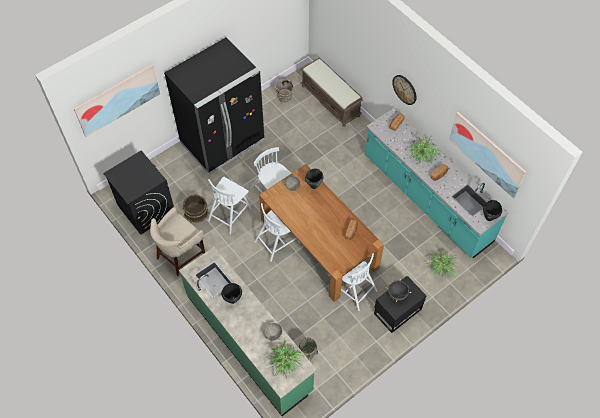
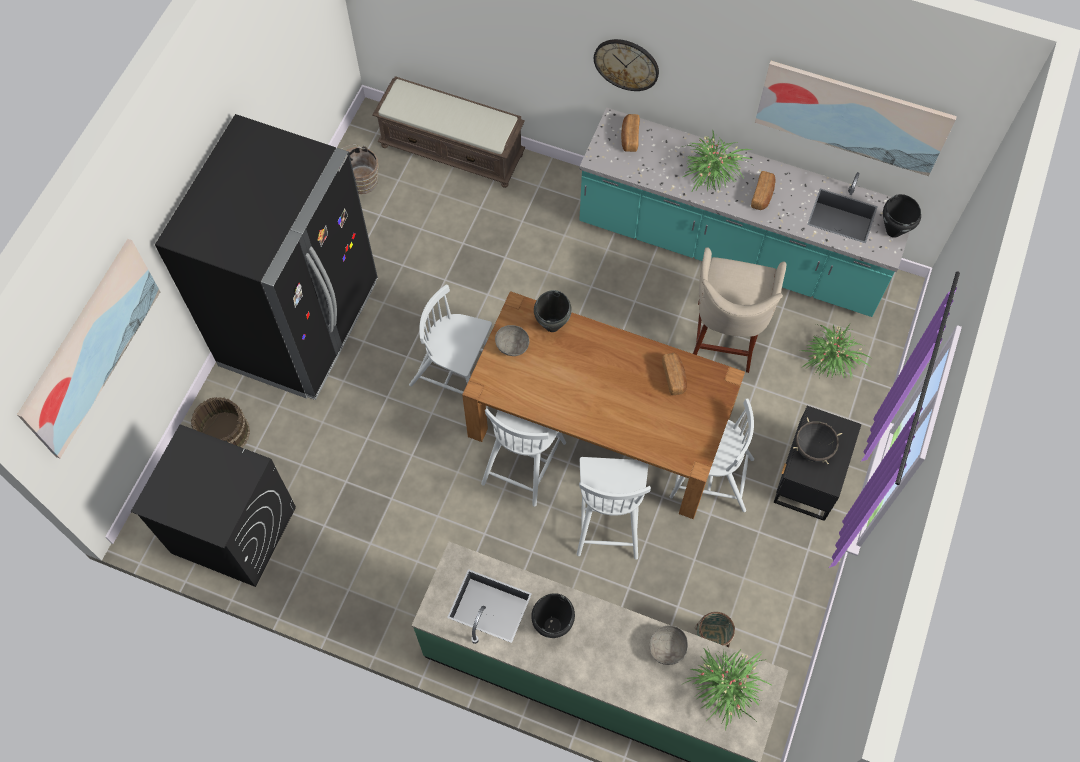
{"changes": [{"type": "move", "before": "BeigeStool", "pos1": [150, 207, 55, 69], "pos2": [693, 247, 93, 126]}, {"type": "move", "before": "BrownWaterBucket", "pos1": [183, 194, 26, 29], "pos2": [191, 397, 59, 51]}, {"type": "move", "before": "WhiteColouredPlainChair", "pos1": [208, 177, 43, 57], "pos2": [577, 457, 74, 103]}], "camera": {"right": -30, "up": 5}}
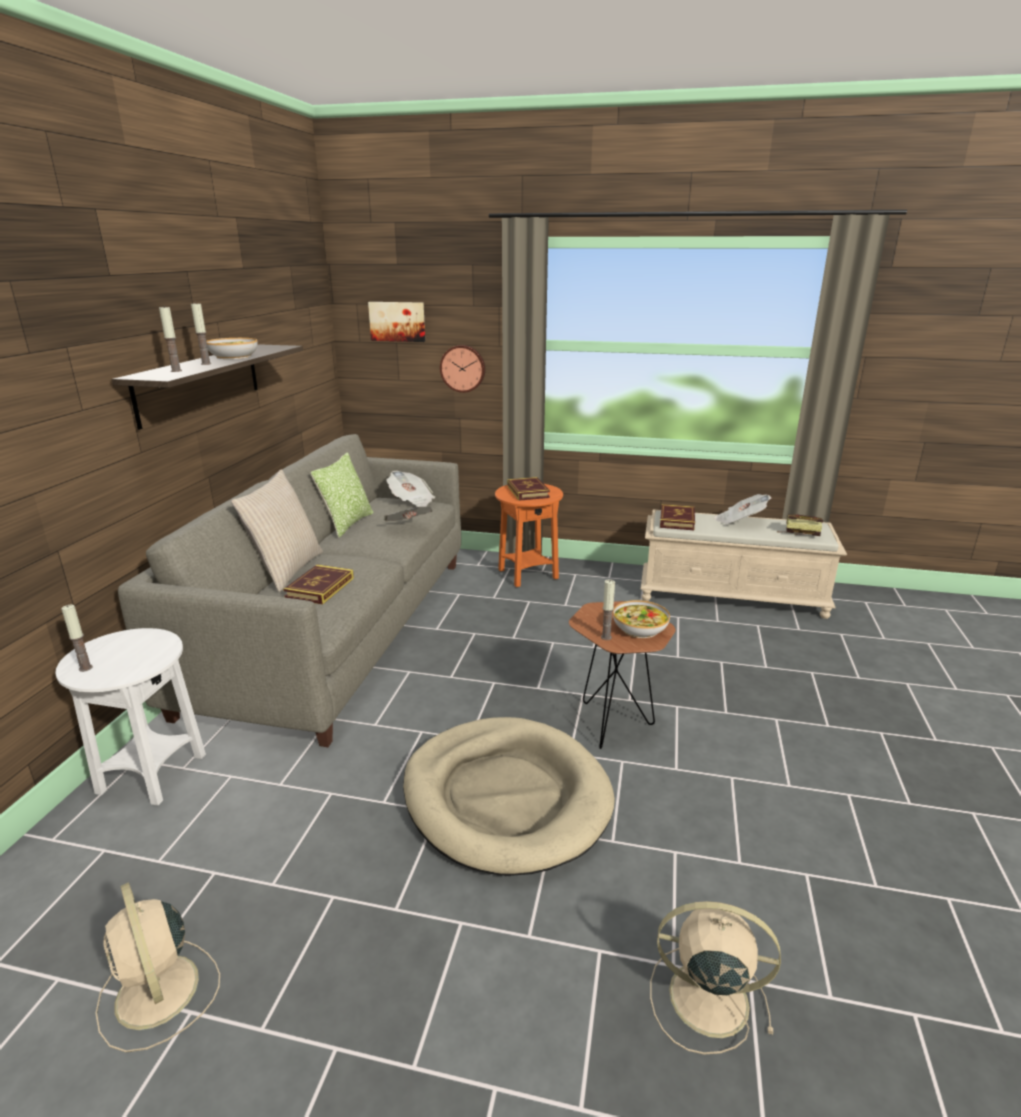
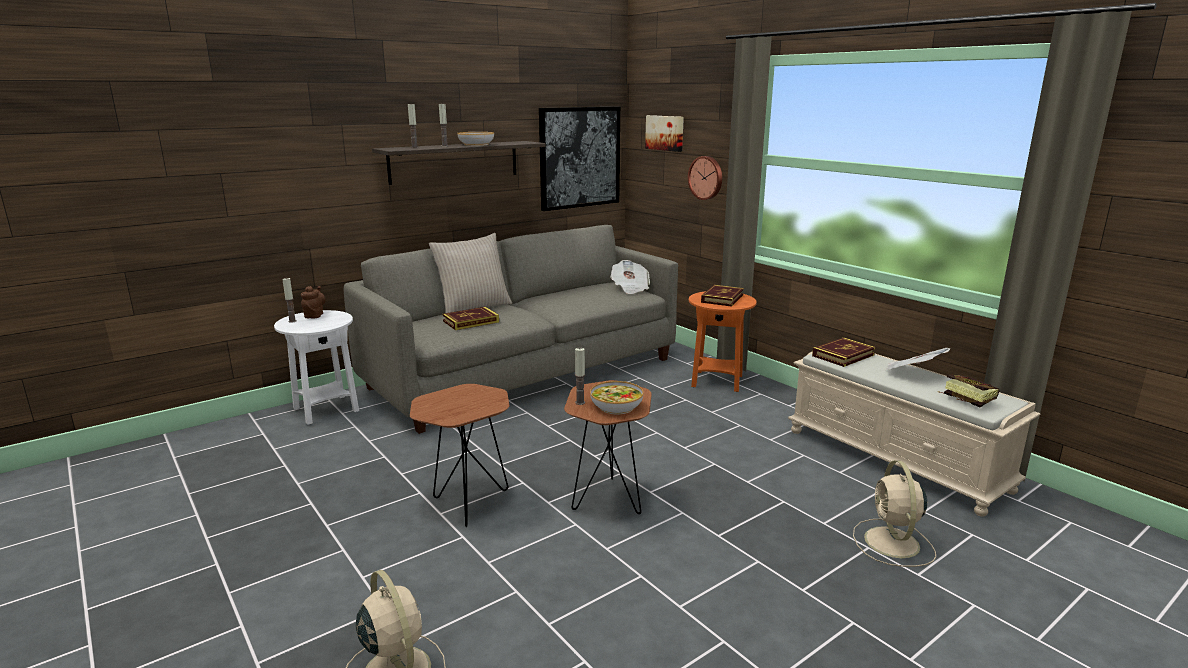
{"changes": [{"type": "delete", "before": "Cushion", "pos1": [310, 452, 63, 86]}, {"type": "delete", "before": "Newspaper", "pos1": [384, 507, 48, 14]}, {"type": "insert", "after": "BrownPotForTea", "pos2": [301, 286, 25, 32]}, {"type": "insert", "after": "Picture", "pos2": [539, 107, 81, 104]}, {"type": "move", "before": "BeigeFan", "pos1": [96, 882, 124, 171], "pos2": [853, 460, 83, 107]}, {"type": "replace", "before": "BeigeDogBed", "after": "BrownAccentTable", "pos1": [403, 717, 212, 159], "pos2": [410, 384, 100, 143]}], "camera": {"right": 40, "up": -5}}
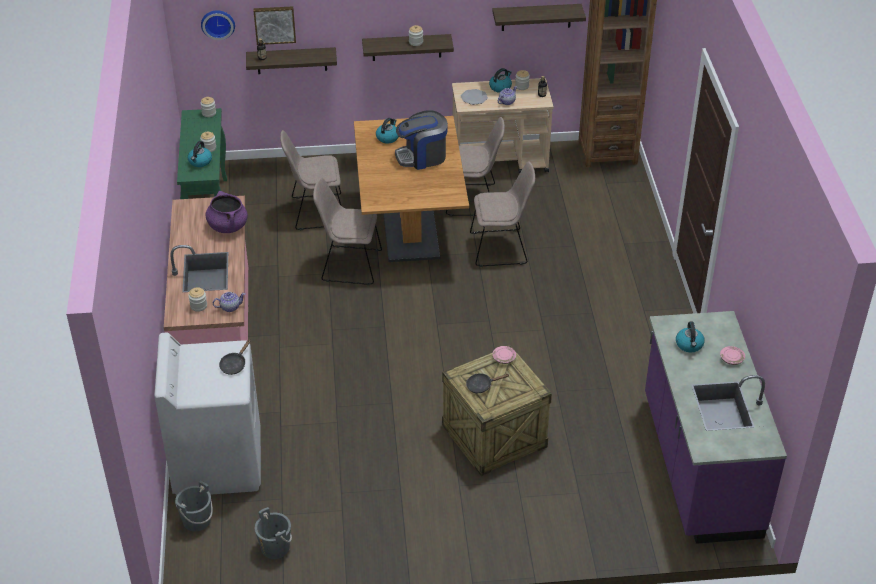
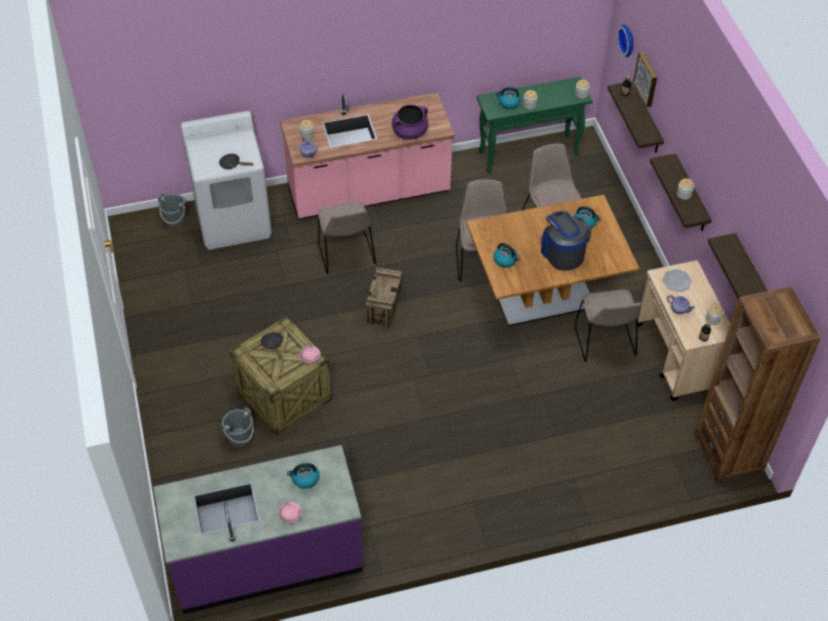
{"changes": [{"type": "insert", "after": "PackingCrate", "pos2": [365, 267, 38, 61]}, {"type": "move", "before": "GrayWaterBucket", "pos1": [255, 507, 37, 52], "pos2": [221, 407, 33, 40]}, {"type": "move", "before": "BeigePlainChair", "pos1": [470, 161, 65, 106], "pos2": [318, 202, 58, 72]}, {"type": "move", "before": "Kettle", "pos1": [489, 68, 23, 25], "pos2": [493, 243, 27, 25]}], "camera": {"right": 80, "up": 10}}
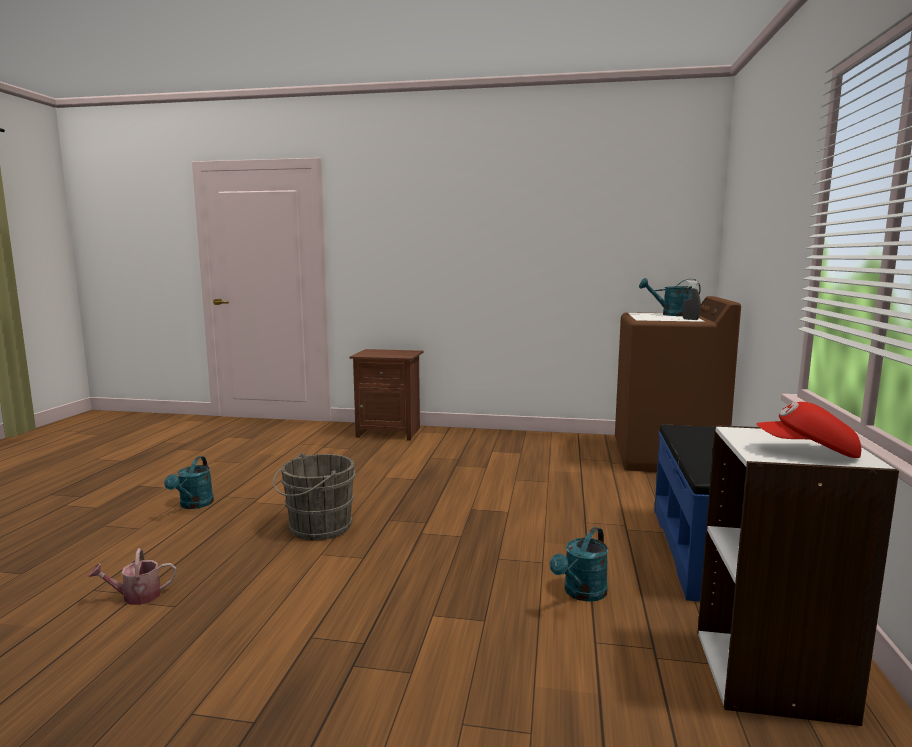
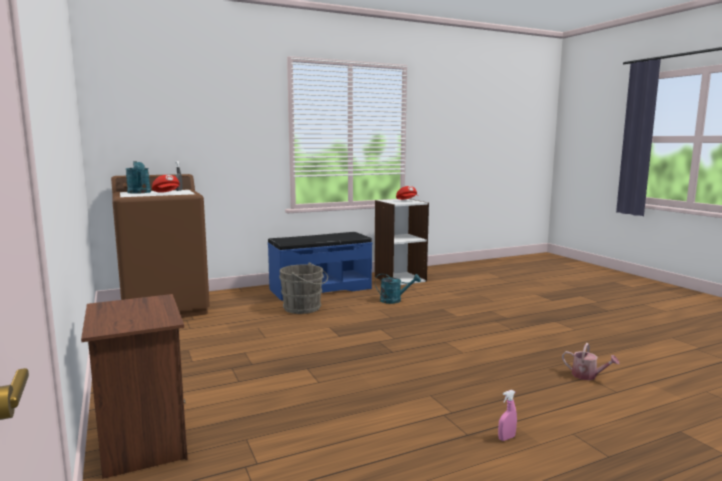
{"changes": [{"type": "insert", "after": "RedColouredCap", "pos2": [152, 175, 28, 18]}, {"type": "move", "before": "GrayWaterBucket", "pos1": [273, 452, 83, 89], "pos2": [279, 263, 49, 51]}, {"type": "replace", "before": "TurquoiseWateringPot", "after": "PinkHandSprayer", "pos1": [164, 456, 50, 53], "pos2": [498, 390, 19, 51]}], "camera": {"right": -125, "up": 0}}
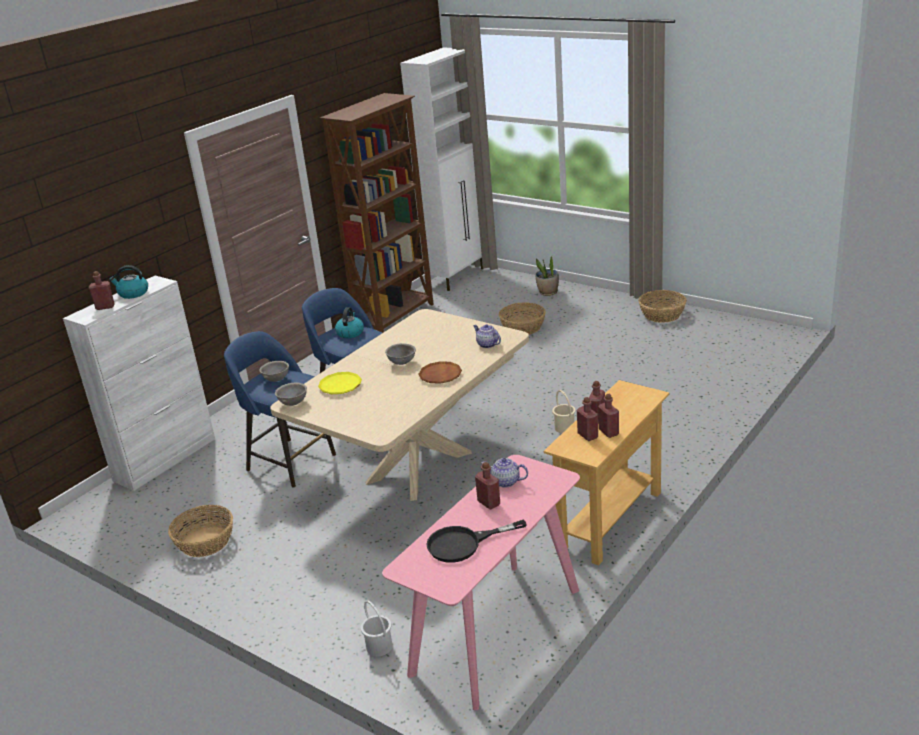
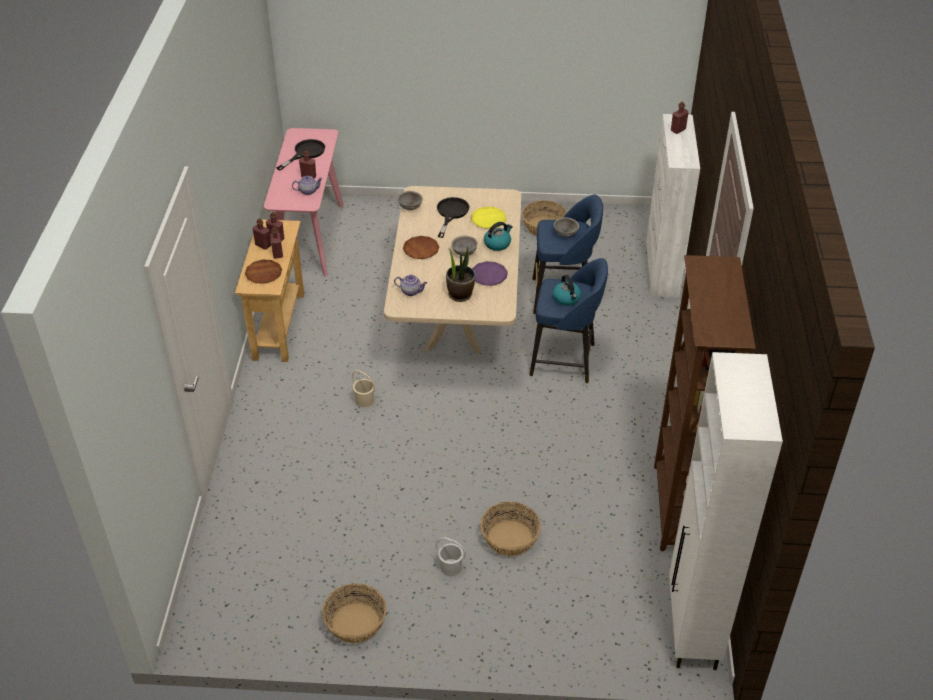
{"changes": [{"type": "insert", "after": "BrownDinnerPlate", "pos2": [245, 260, 37, 24]}, {"type": "insert", "after": "BlackColouredFryingPan", "pos2": [437, 197, 33, 41]}, {"type": "insert", "after": "PurpleColouredDinnerPlate", "pos2": [472, 261, 36, 25]}, {"type": "move", "before": "Kettle", "pos1": [109, 265, 39, 34], "pos2": [484, 222, 28, 29]}, {"type": "move", "before": "GrayServingBowl", "pos1": [275, 382, 32, 24], "pos2": [397, 191, 26, 19]}, {"type": "move", "before": "WhiteColouredWaterBucket", "pos1": [361, 601, 31, 56], "pos2": [436, 537, 30, 39]}, {"type": "move", "before": "Houseplant", "pos1": [535, 256, 24, 40], "pos2": [446, 246, 29, 56]}], "camera": {"right": 145, "up": 15}}
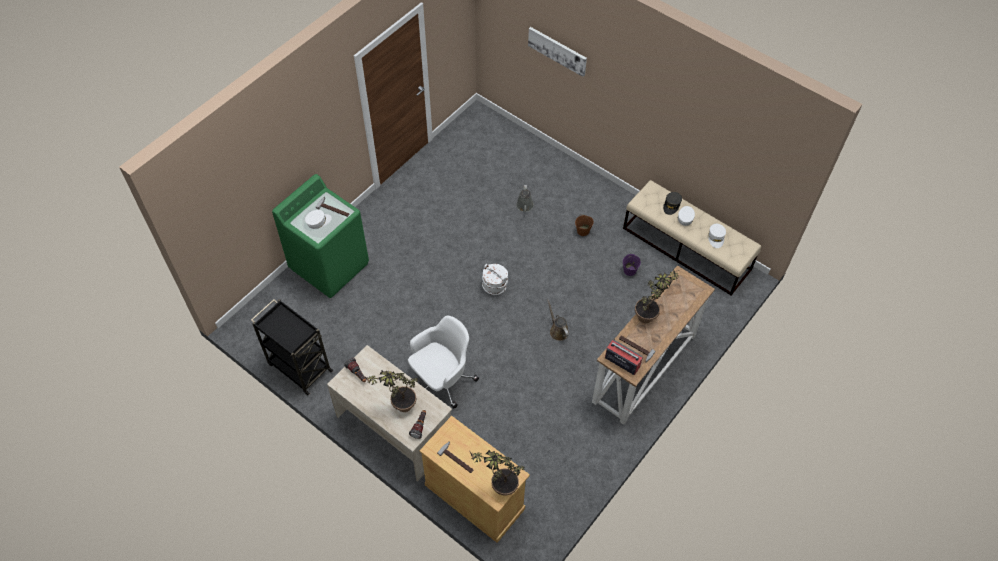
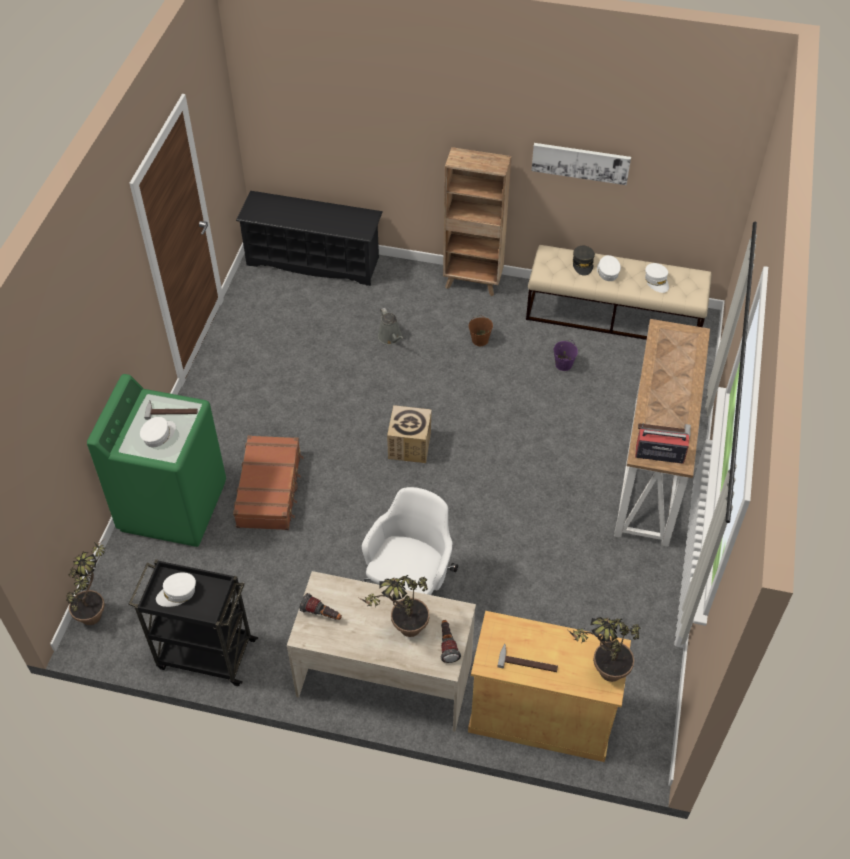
{"changes": [{"type": "delete", "before": "BrownWateringPot", "pos1": [547, 299, 22, 42]}, {"type": "insert", "after": "WhiteColouredCap", "pos2": [156, 572, 40, 35]}, {"type": "insert", "after": "BrownSuitcase", "pos2": [233, 435, 71, 95]}, {"type": "insert", "after": "BlackColouredShoeRack", "pos2": [236, 191, 147, 95]}, {"type": "insert", "after": "BrownShelvingUnit", "pos2": [443, 147, 68, 149]}, {"type": "move", "before": "Picture", "pos1": [528, 27, 59, 50], "pos2": [531, 143, 100, 42]}, {"type": "move", "before": "Houseplant", "pos1": [635, 269, 47, 54], "pos2": [66, 542, 39, 83]}, {"type": "replace", "before": "WhiteColouredWaterBucket", "after": "CardboardBox", "pos1": [482, 264, 26, 31], "pos2": [387, 405, 45, 58]}], "camera": {"right": -25, "up": -5}}
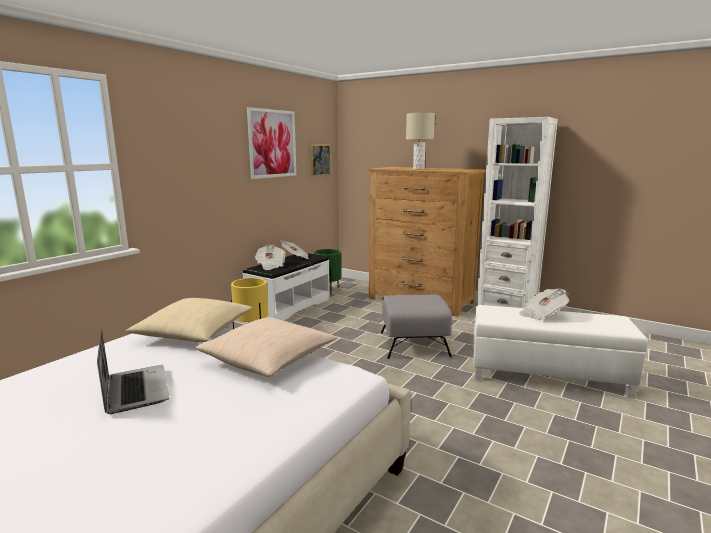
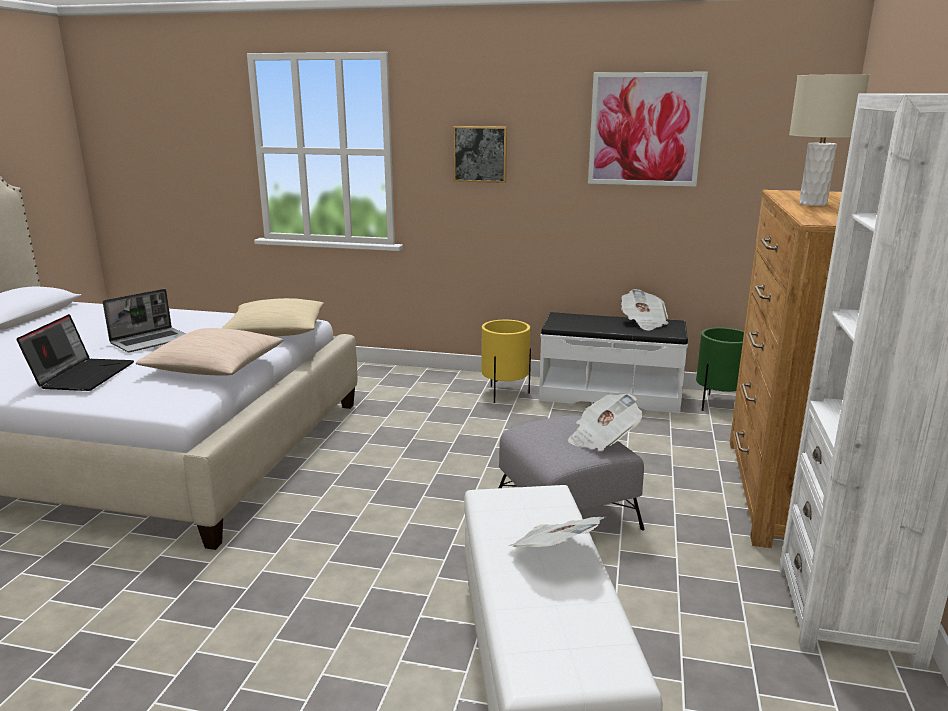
{"changes": [{"type": "insert", "after": "NotebookComputer", "pos2": [16, 314, 118, 77]}, {"type": "move", "before": "Newspaper", "pos1": [255, 245, 31, 25], "pos2": [568, 394, 74, 57]}, {"type": "move", "before": "Picture", "pos1": [310, 144, 21, 32], "pos2": [453, 126, 54, 57]}], "camera": {"right": 70, "up": 5}}
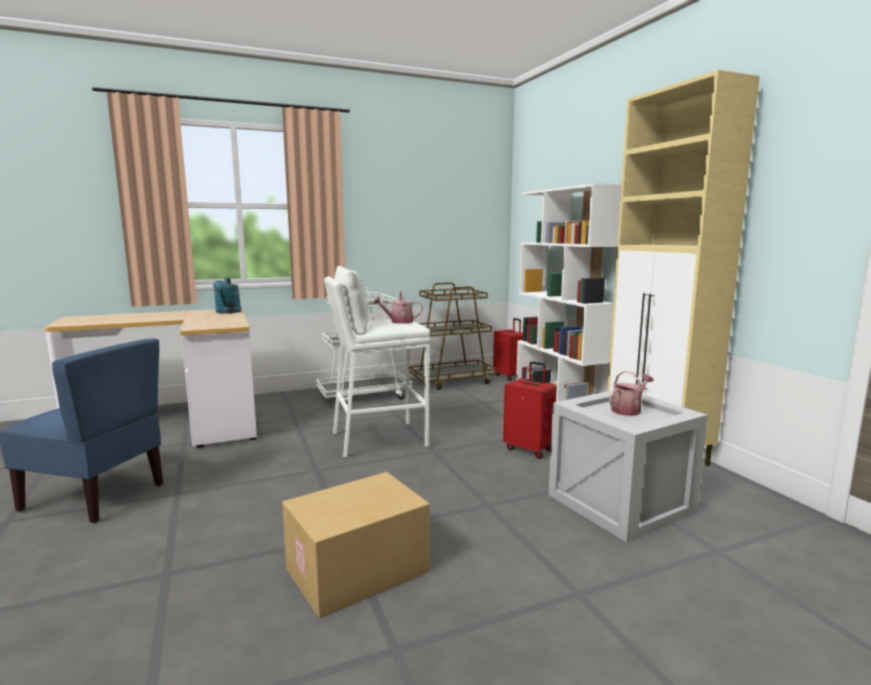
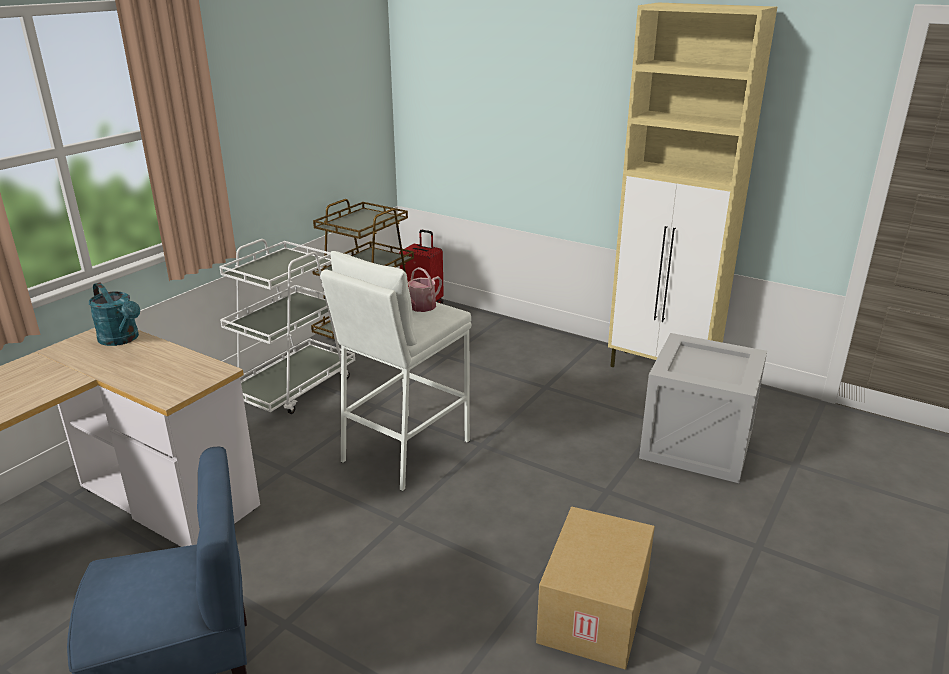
{"changes": [{"type": "delete", "before": "RedColouredSuitcase", "pos1": [503, 361, 54, 98]}, {"type": "delete", "before": "WhiteColouredShelvingUnit", "pos1": [516, 183, 105, 219]}, {"type": "delete", "before": "WateringPot", "pos1": [609, 371, 45, 45]}], "camera": {"right": -35, "up": 15}}
